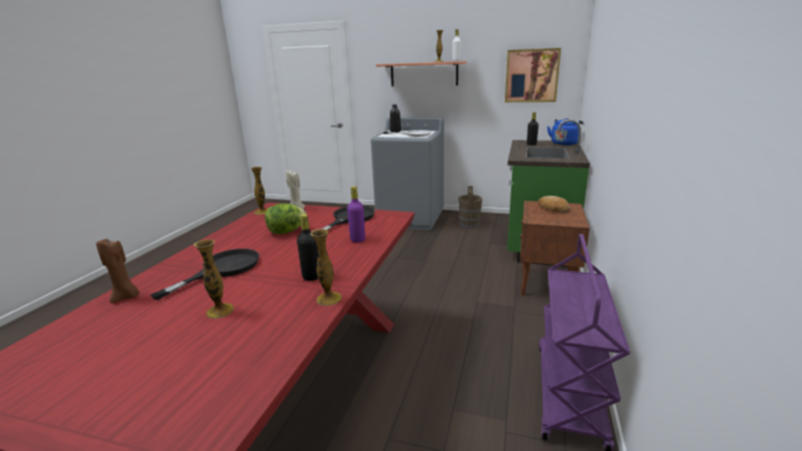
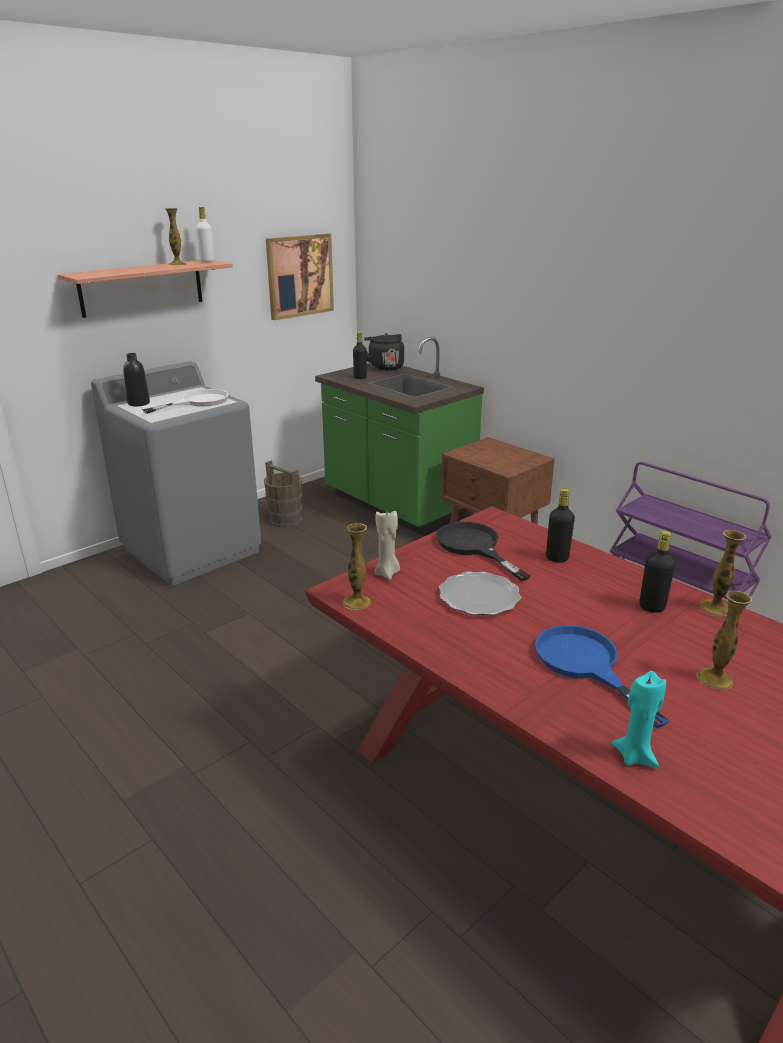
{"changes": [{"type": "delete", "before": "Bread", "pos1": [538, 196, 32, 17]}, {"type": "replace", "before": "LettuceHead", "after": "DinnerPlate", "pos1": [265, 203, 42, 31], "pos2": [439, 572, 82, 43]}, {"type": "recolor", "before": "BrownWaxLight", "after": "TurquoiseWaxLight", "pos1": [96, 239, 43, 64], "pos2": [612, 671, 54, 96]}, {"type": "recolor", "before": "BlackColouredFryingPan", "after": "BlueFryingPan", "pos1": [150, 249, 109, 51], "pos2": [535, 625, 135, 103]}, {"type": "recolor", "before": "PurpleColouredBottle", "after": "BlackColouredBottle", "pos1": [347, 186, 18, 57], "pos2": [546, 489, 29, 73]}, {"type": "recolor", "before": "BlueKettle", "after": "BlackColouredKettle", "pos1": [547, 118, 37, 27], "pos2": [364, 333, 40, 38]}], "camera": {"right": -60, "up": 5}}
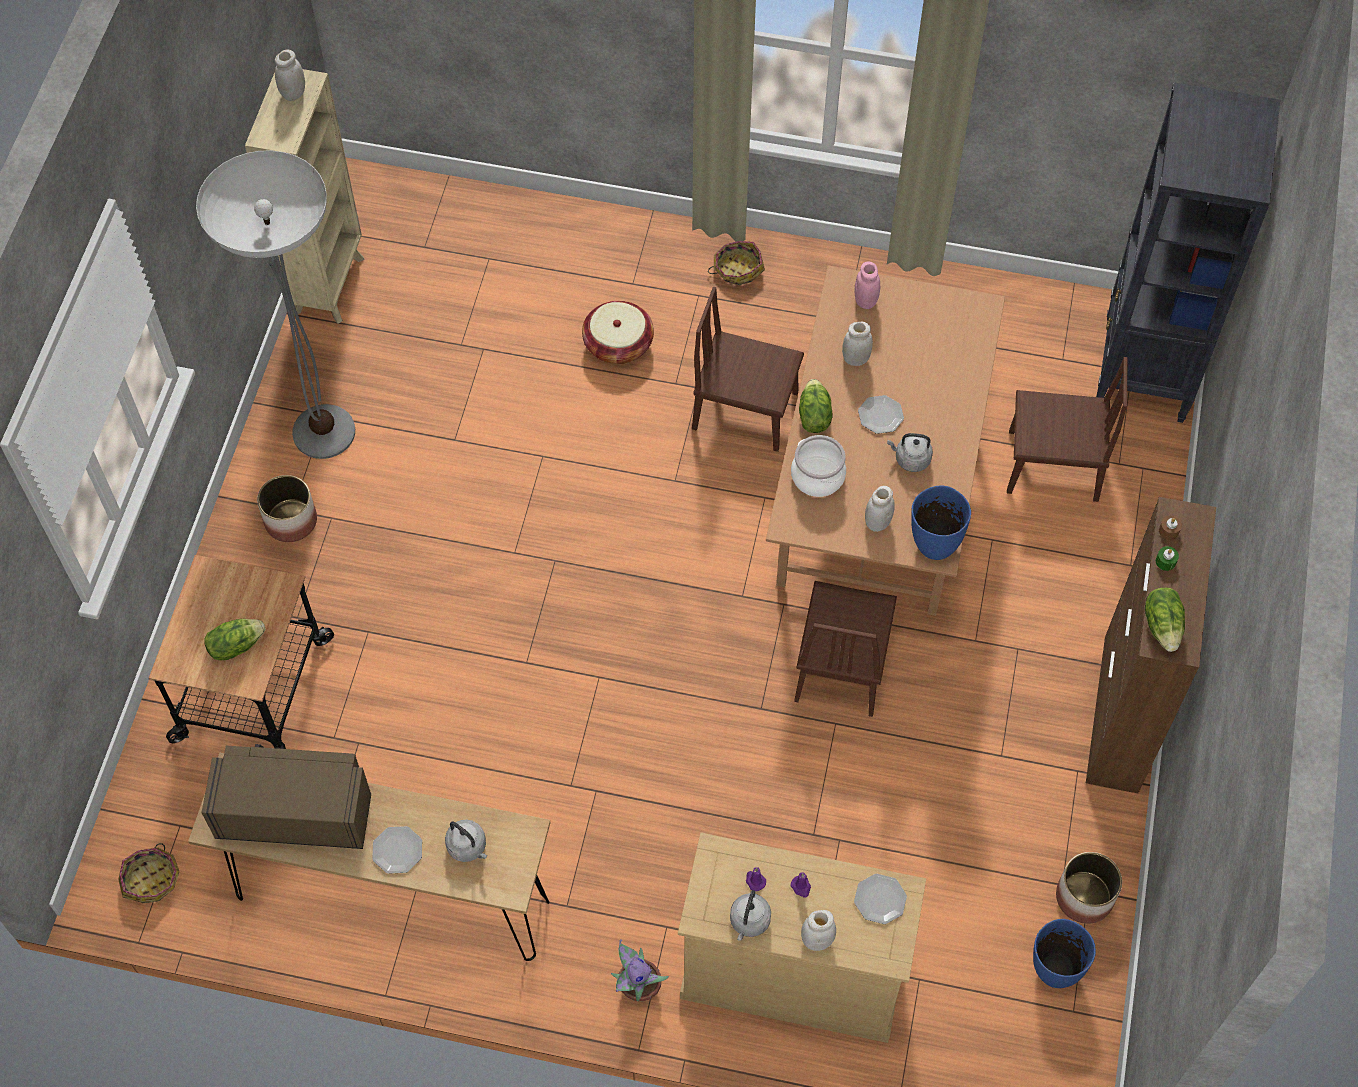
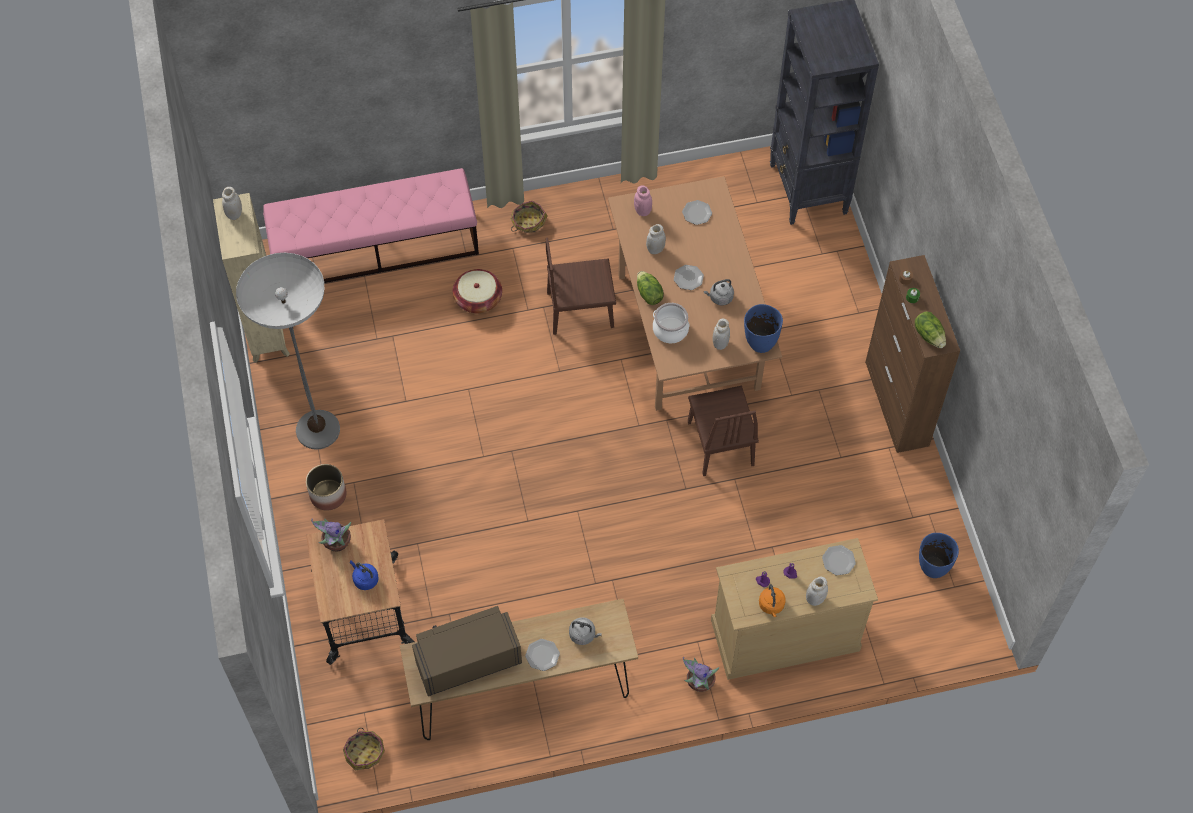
{"changes": [{"type": "delete", "before": "BrownPlainChair", "pos1": [1007, 357, 120, 145]}, {"type": "delete", "before": "Planter", "pos1": [1056, 852, 66, 72]}, {"type": "insert", "after": "PinkBench", "pos2": [263, 168, 216, 115]}, {"type": "insert", "after": "Houseplant", "pos2": [311, 518, 40, 34]}, {"type": "insert", "after": "DinnerPlate", "pos2": [682, 200, 30, 25]}, {"type": "replace", "before": "LettuceHead", "after": "BlueKettle", "pos1": [205, 619, 60, 42], "pos2": [350, 561, 29, 29]}, {"type": "recolor", "before": "GrayKettle", "after": "OrangeyKettle", "pos1": [730, 890, 41, 51], "pos2": [759, 584, 27, 33]}], "camera": {"right": -25, "up": 0}}
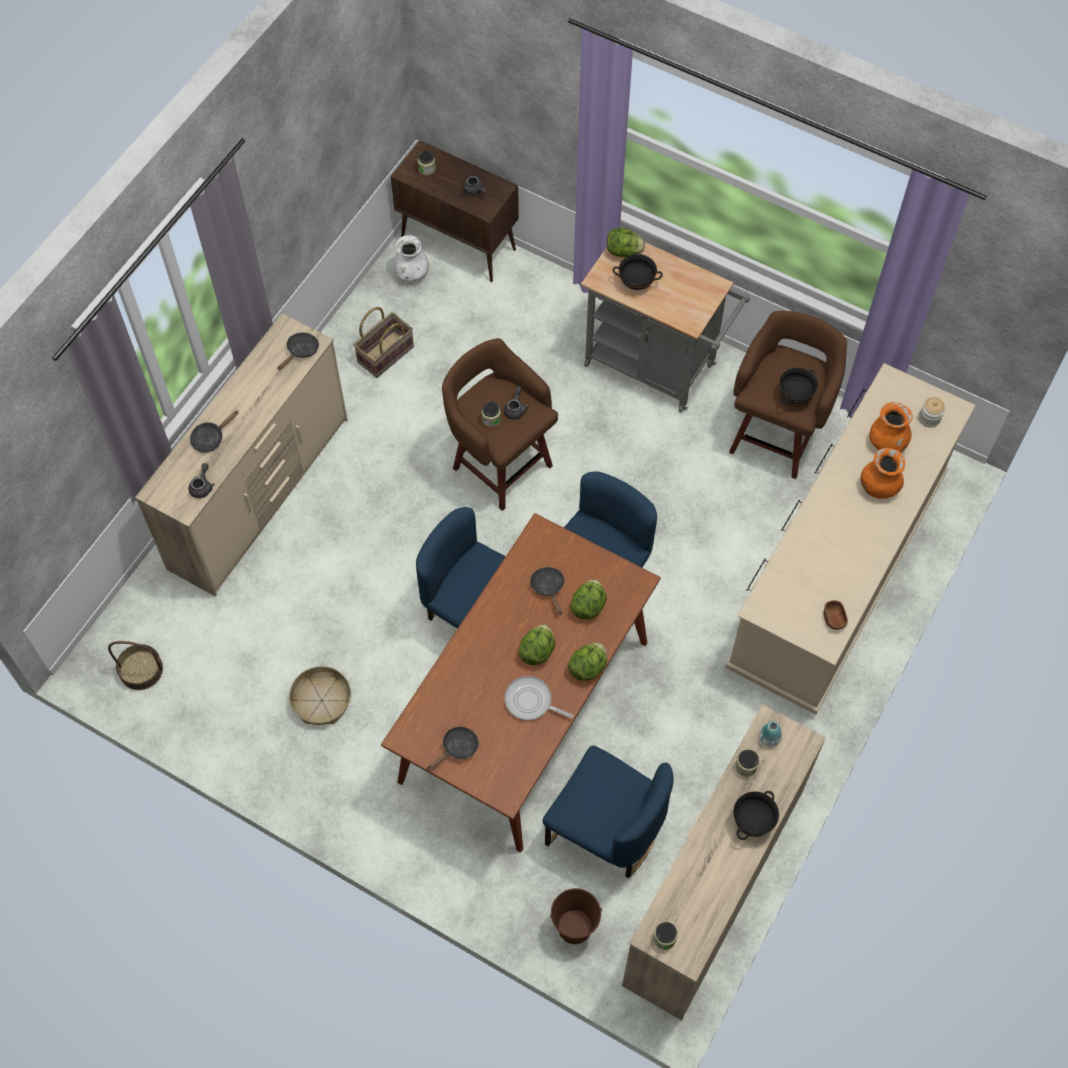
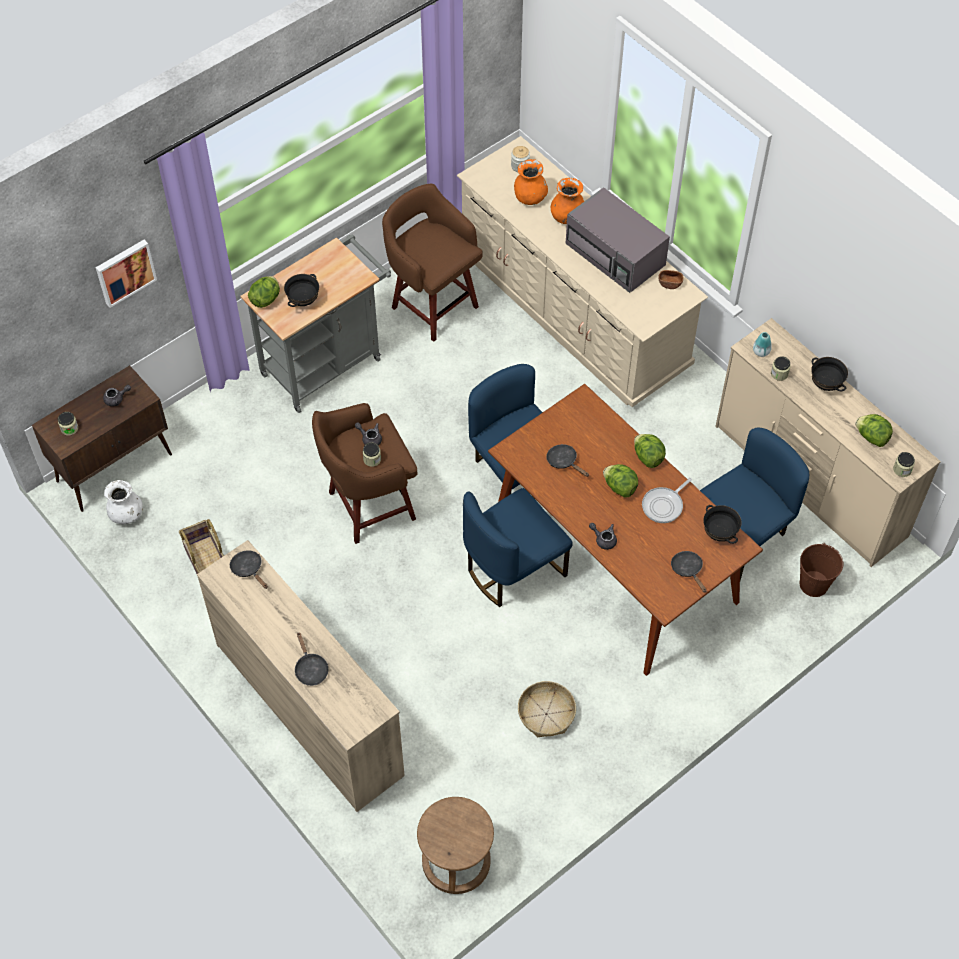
{"changes": [{"type": "insert", "after": "Picture", "pos2": [96, 240, 61, 68]}, {"type": "insert", "after": "GrayMicrowave", "pos2": [565, 187, 105, 106]}, {"type": "move", "before": "GrayPotForTea", "pos1": [189, 463, 26, 35], "pos2": [589, 523, 28, 27]}, {"type": "move", "before": "LettuceHead", "pos1": [570, 579, 37, 41], "pos2": [855, 414, 38, 33]}, {"type": "move", "before": "BlackColouredServingBowl", "pos1": [779, 367, 39, 37], "pos2": [703, 505, 39, 39]}, {"type": "replace", "before": "StorageBasket", "after": "BrownStool", "pos1": [108, 641, 55, 49], "pos2": [417, 797, 77, 97]}, {"type": "rotate", "before": "BlackColouredFryingPan", "pos1": [530, 567, 34, 48], "pos2": [546, 444, 43, 33], "turn": 45}], "camera": {"right": -70, "up": -5}}
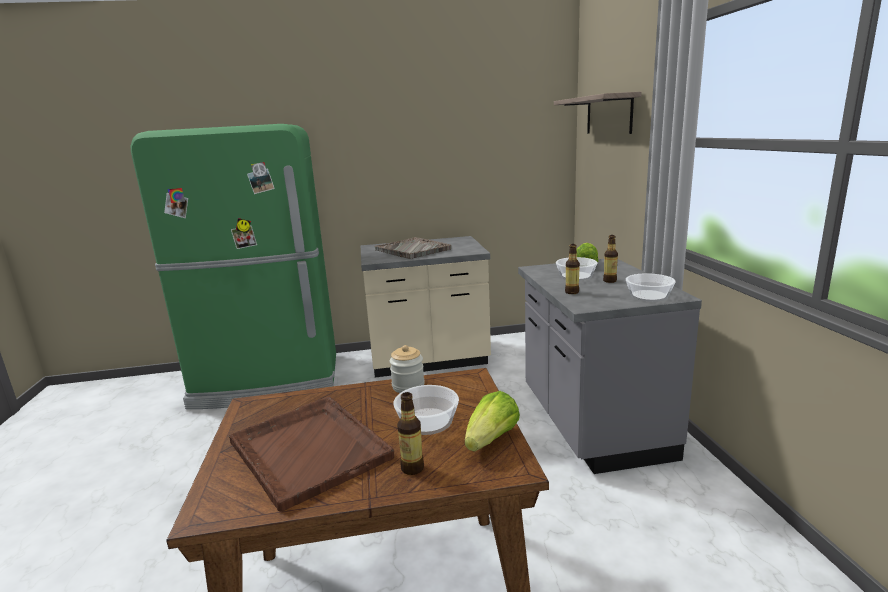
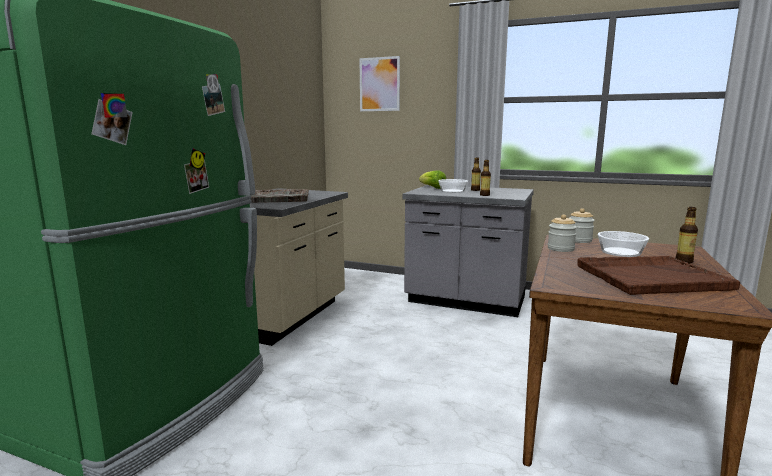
{"changes": [{"type": "delete", "before": "LettuceHead", "pos1": [465, 391, 55, 60]}, {"type": "delete", "before": "ServingBowl", "pos1": [626, 274, 50, 28]}, {"type": "insert", "after": "PreserveJar", "pos2": [569, 208, 26, 35]}, {"type": "replace", "before": "WallShelf", "after": "Picture", "pos1": [554, 92, 88, 42], "pos2": [360, 56, 40, 55]}], "camera": {"right": -60, "up": -5}}
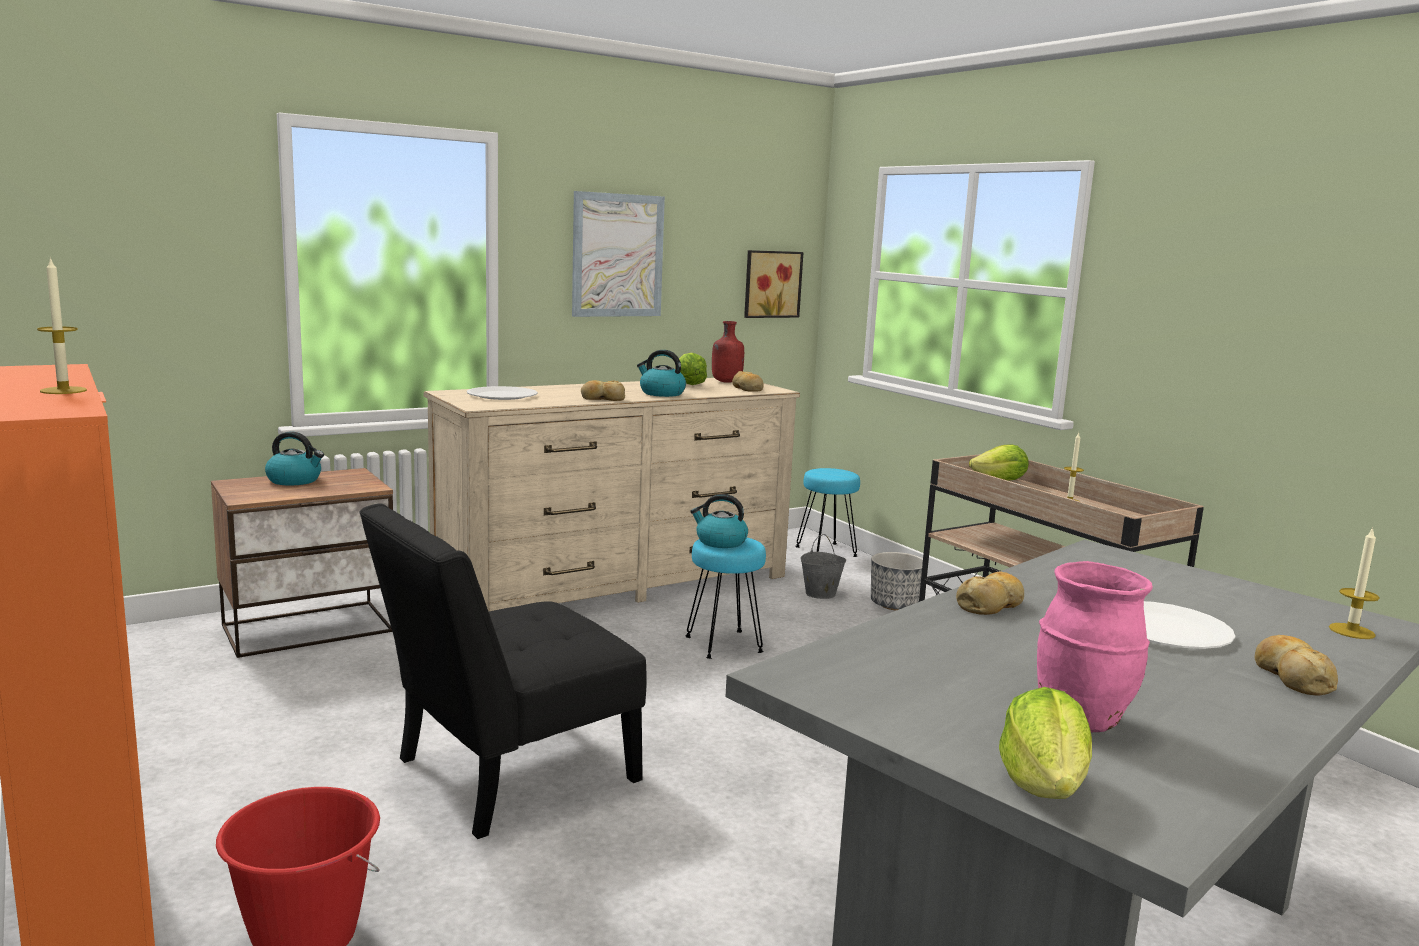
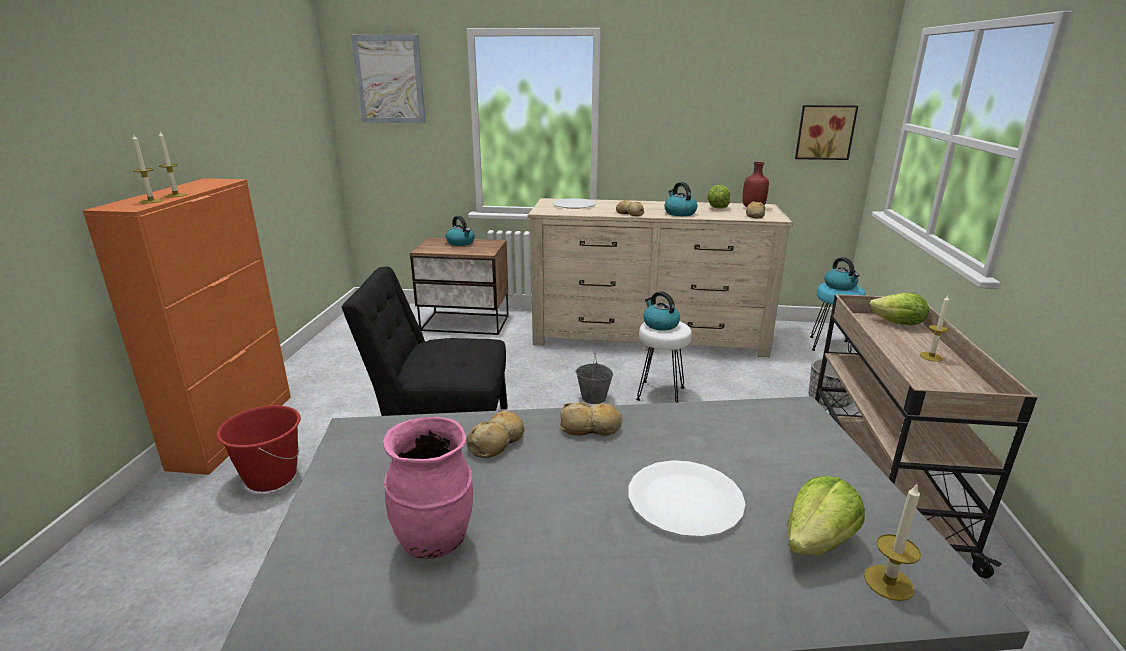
{"changes": [{"type": "insert", "after": "WaxLight", "pos2": [132, 133, 31, 70]}, {"type": "insert", "after": "Kettle", "pos2": [824, 257, 36, 33]}, {"type": "move", "before": "Picture", "pos1": [572, 191, 93, 126], "pos2": [351, 35, 75, 88]}, {"type": "move", "before": "GrayWaterBucket", "pos1": [800, 534, 46, 65], "pos2": [575, 353, 38, 51]}, {"type": "move", "before": "LettuceHead", "pos1": [999, 687, 93, 112], "pos2": [787, 476, 78, 79]}, {"type": "move", "before": "Bread", "pos1": [1255, 635, 83, 60], "pos2": [466, 411, 58, 47]}, {"type": "recolor", "before": "TurquoiseStool", "after": "WhiteColouredStool", "pos1": [686, 538, 80, 121], "pos2": [636, 321, 56, 82]}], "camera": {"right": 40, "up": 10}}
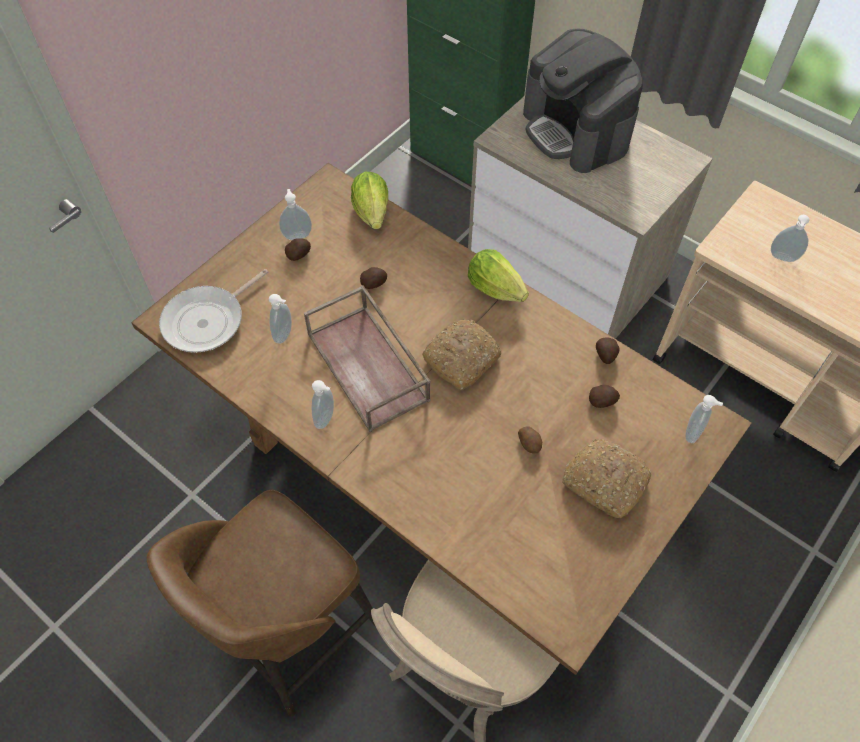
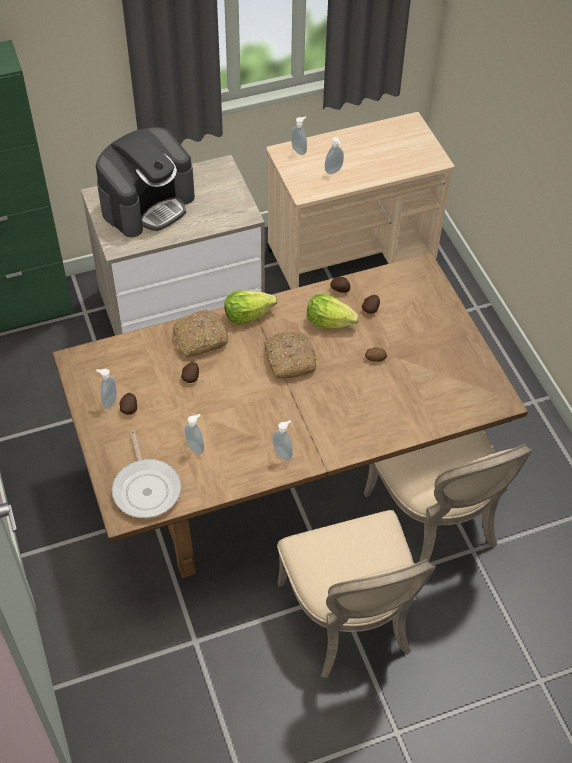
{"changes": [{"type": "delete", "before": "BrownServingTray", "pos1": [304, 285, 127, 147]}, {"type": "move", "before": "LettuceHead", "pos1": [351, 172, 37, 57], "pos2": [307, 293, 52, 35]}, {"type": "move", "before": "Bread", "pos1": [562, 439, 89, 79], "pos2": [173, 310, 55, 47]}, {"type": "move", "before": "LiquidSoapBottle", "pos1": [686, 395, 37, 48], "pos2": [291, 117, 16, 38]}, {"type": "replace", "before": "BrownStool", "after": "BeigePlainChair", "pos1": [146, 489, 229, 228], "pos2": [277, 510, 159, 168]}, {"type": "rotate", "before": "CoffeeMaker", "pos1": [523, 29, 120, 144], "pos2": [96, 127, 99, 110], "turn": -45}], "camera": {"right": -60, "up": -5}}
